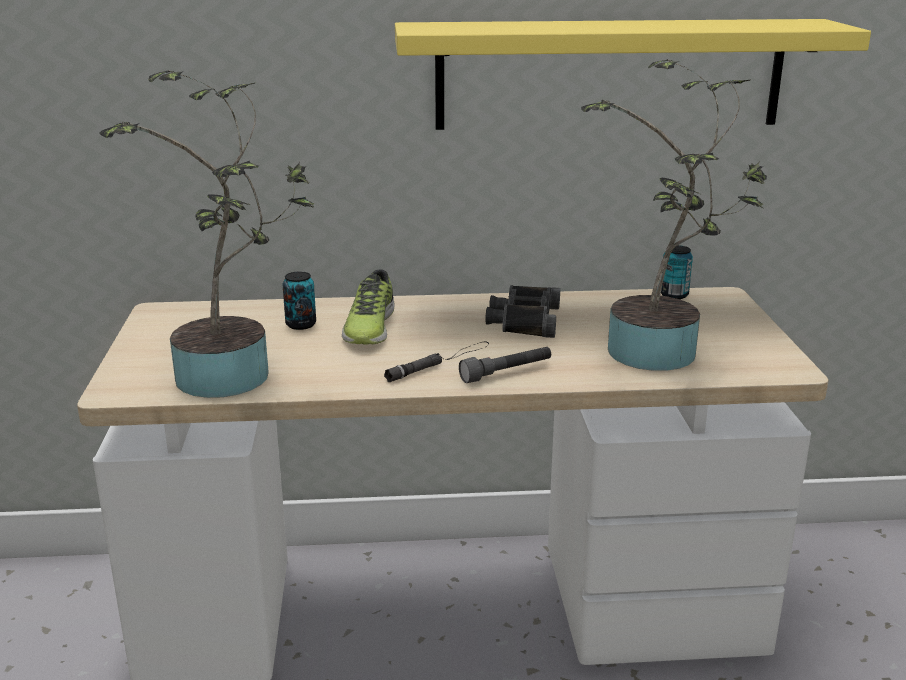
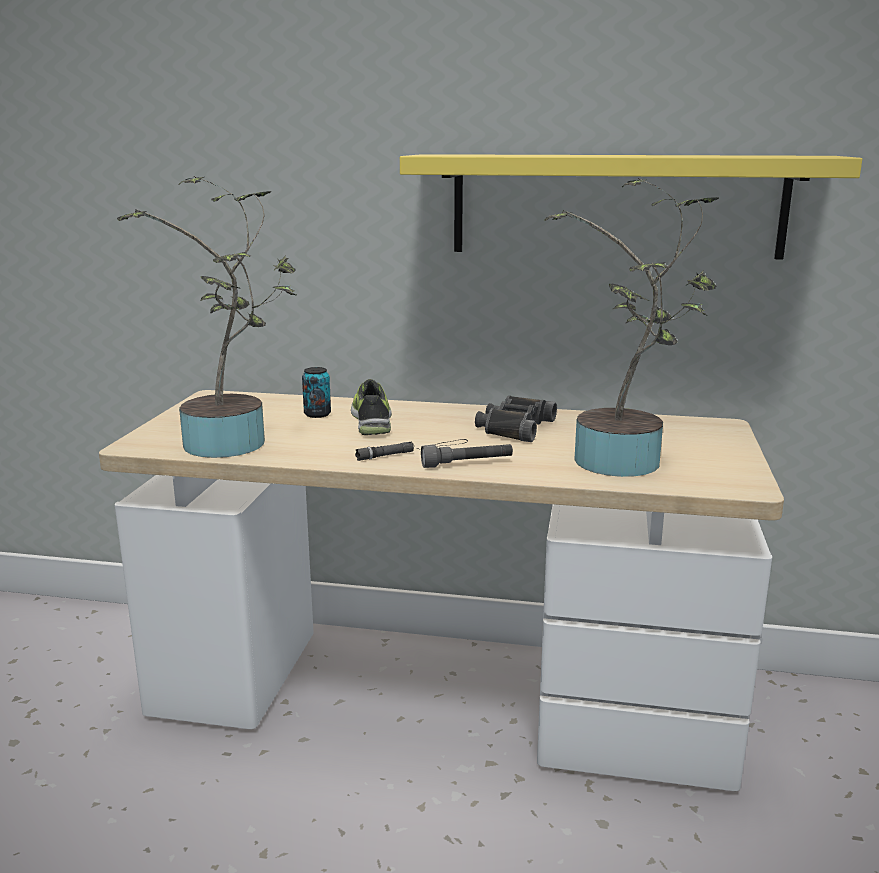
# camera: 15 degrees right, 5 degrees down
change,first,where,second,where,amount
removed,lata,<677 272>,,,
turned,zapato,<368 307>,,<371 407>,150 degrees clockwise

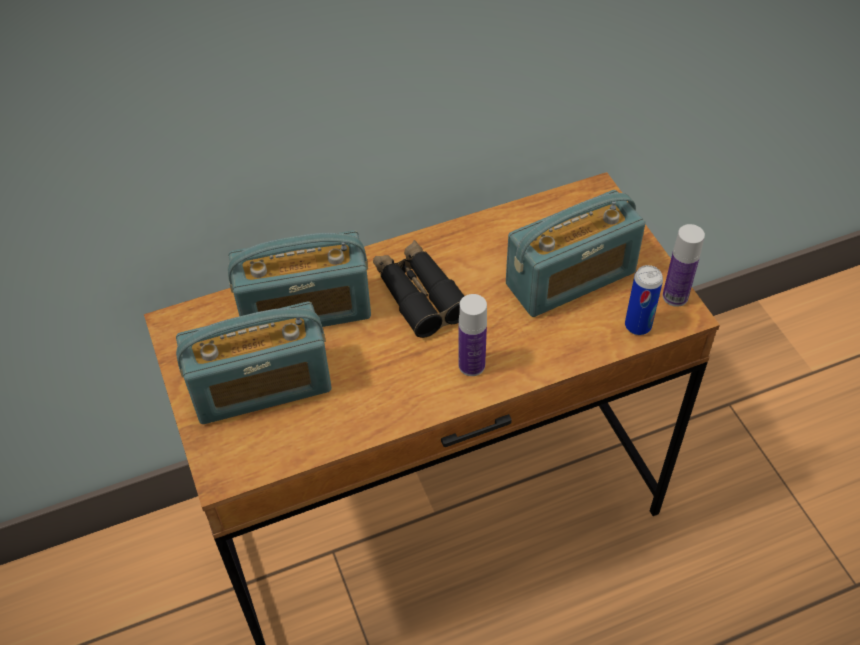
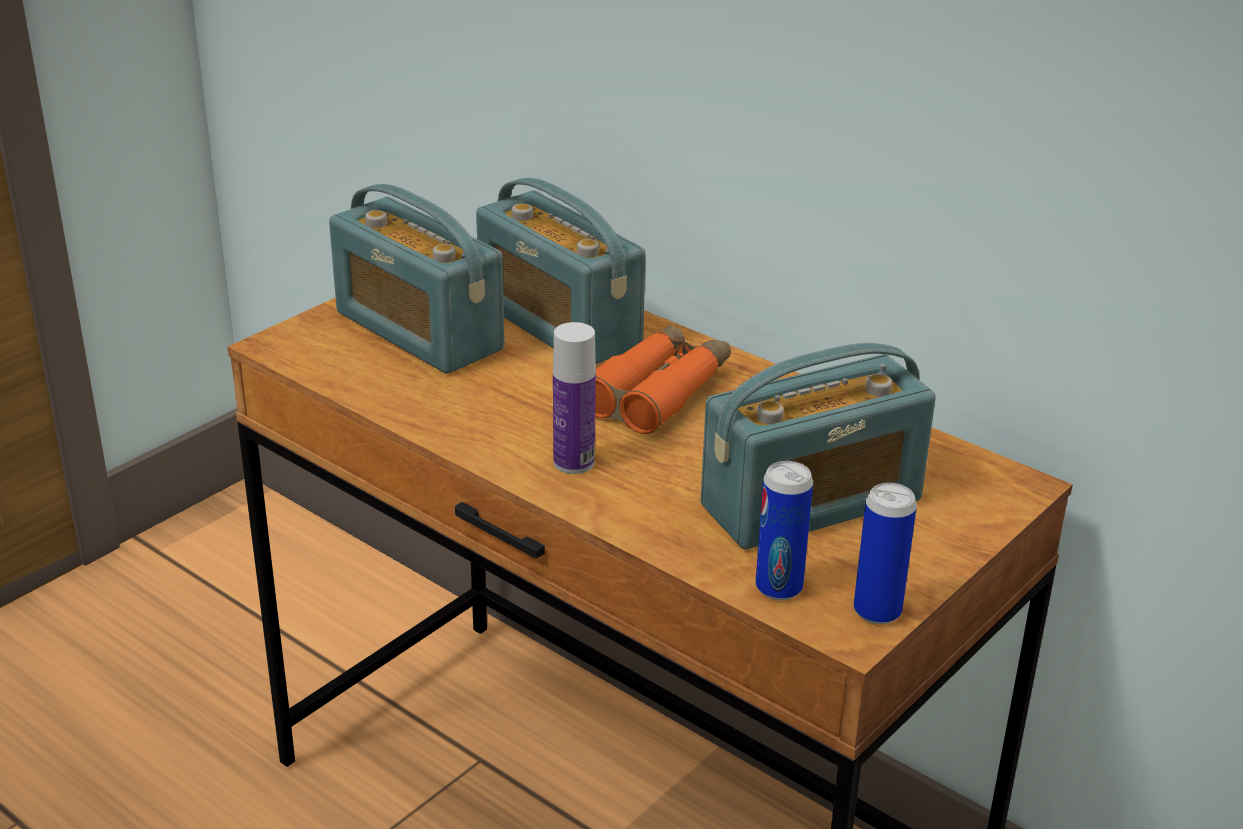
# camera: 60 degrees right, 20 degrees down
change,first,where,second,where,amount
turned,radio,<575 253>,,<818 446>,60 degrees counterclockwise
replaced,botella,<684 265>,lata,<885 553>,
recoloured,prismáticos (negro),<418 289>,prismáticos (naranja),<663 379>,

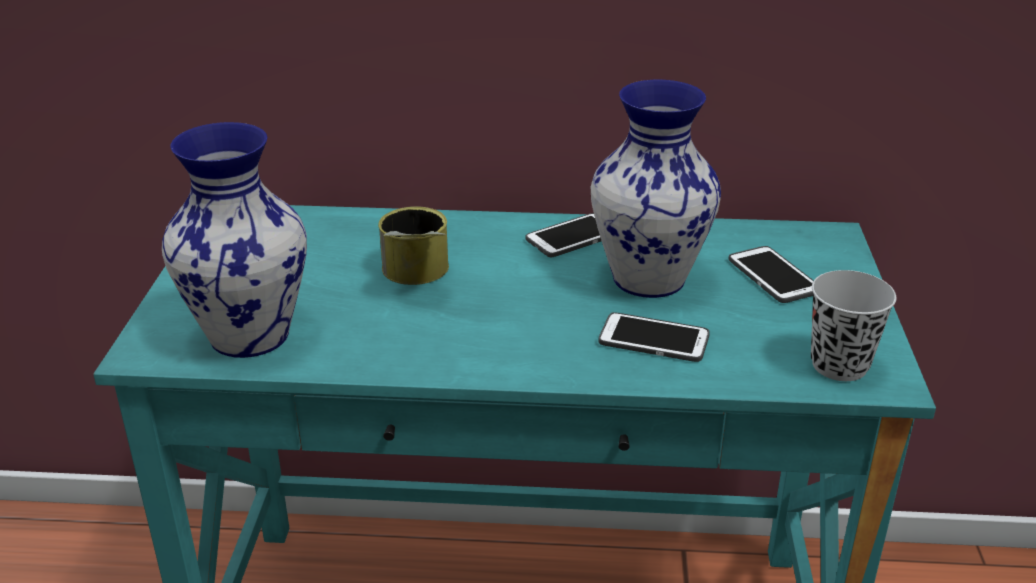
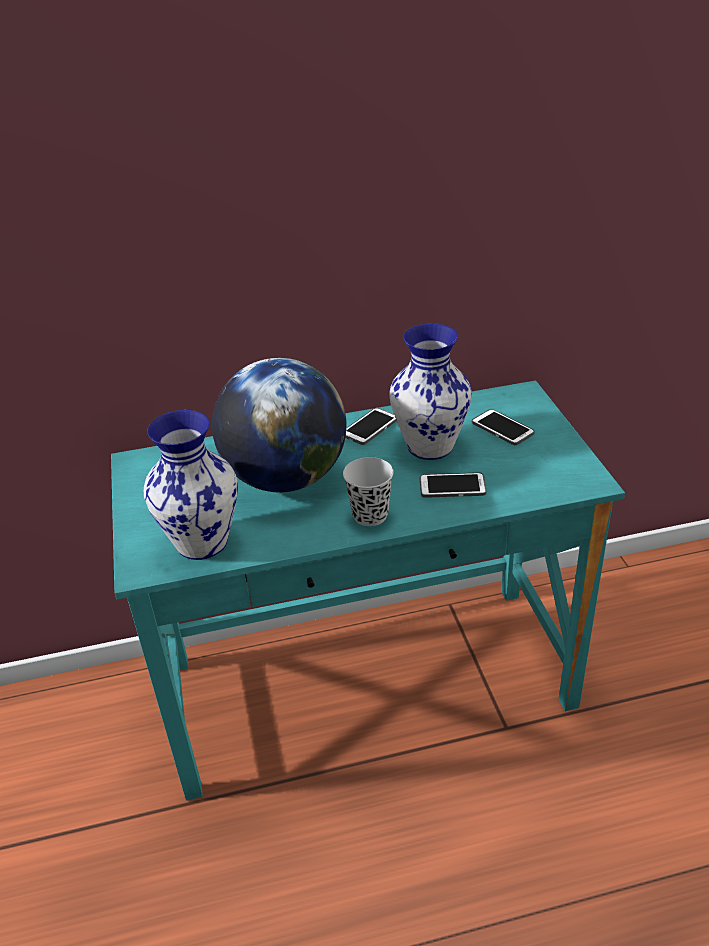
# camera: 15 degrees left, 5 degrees up
change,first,where,second,where,amount
replaced,lata,<413 245>,globo terráqueo,<279 425>,
moved,taza (negro),<853 325>,,<368 491>,

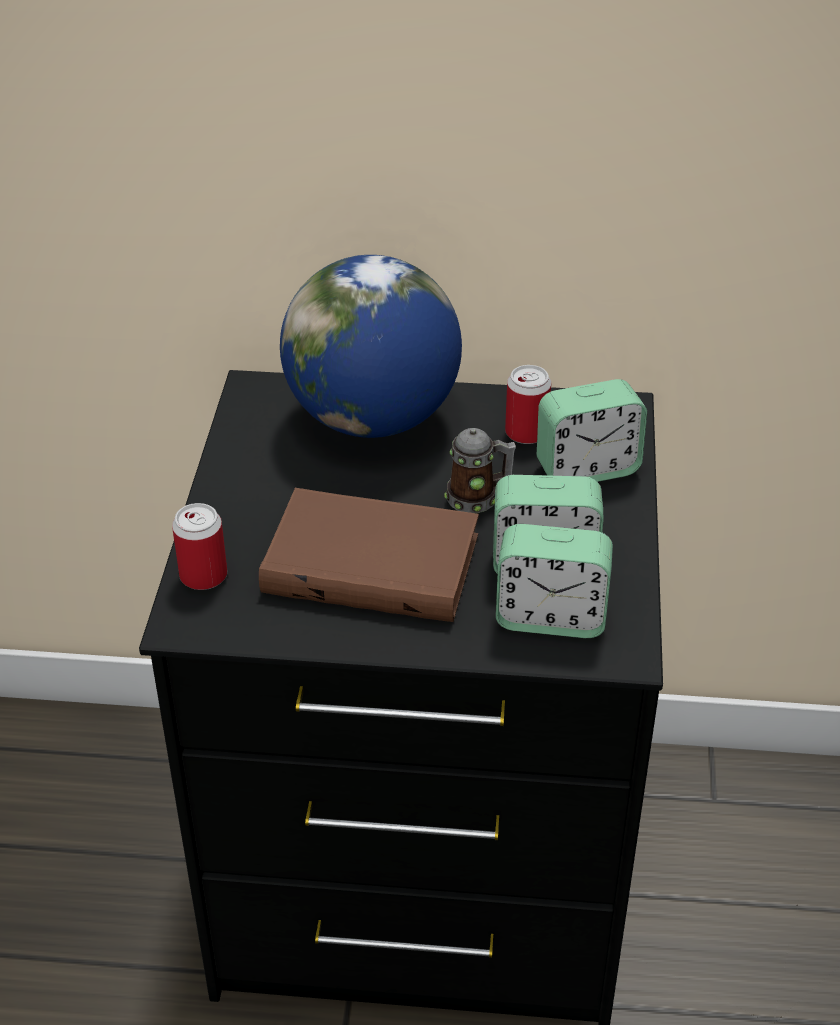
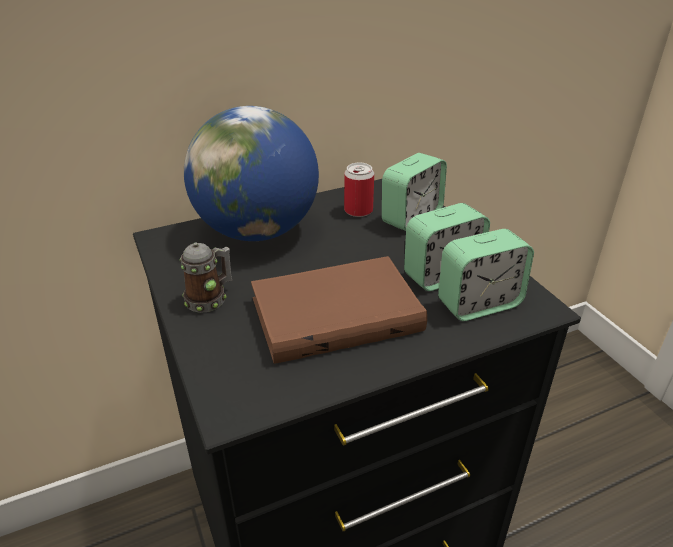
# camera: 30 degrees left, 5 degrees down
change,first,where,second,where,amount
moved,taza grande,<480 470>,,<205 277>,
removed,lata,<199 546>,,,

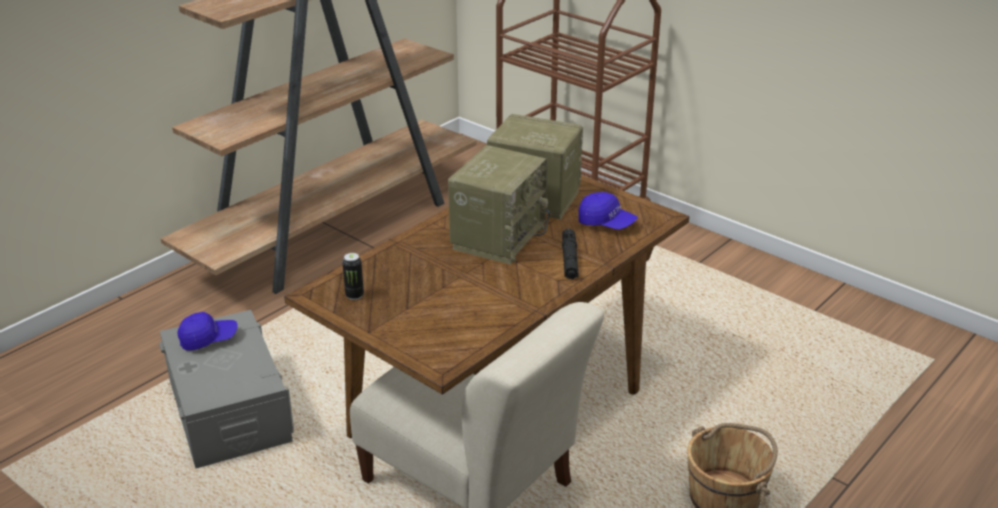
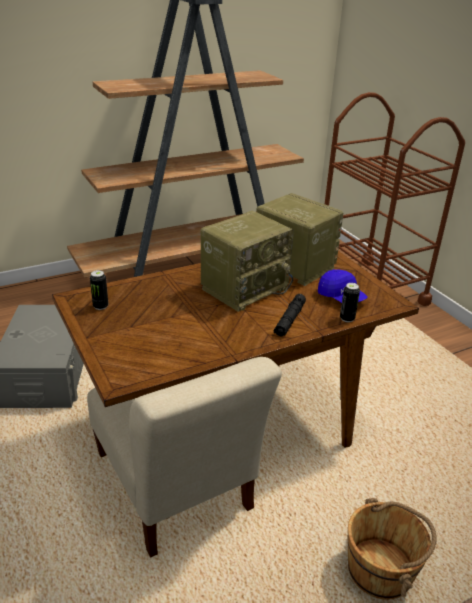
# camera: 20 degrees right, 0 degrees up
change,first,where,second,where,amount
removed,gorra (azul),<207 331>,,,
added,,,lata,<350 302>,

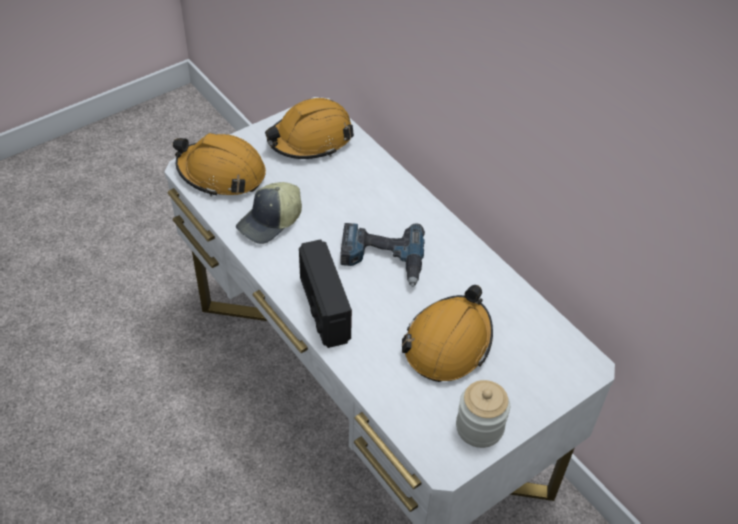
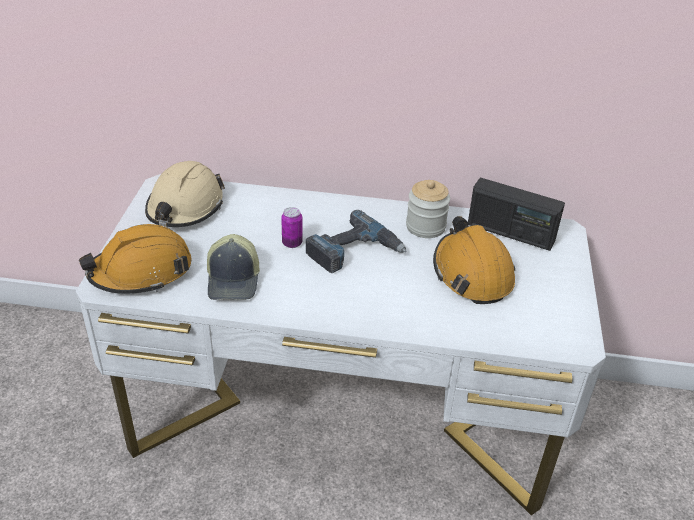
# camera: 45 degrees left, 10 degrees down
change,first,where,second,where,amount
recoloured,casco (naranja),<309 128>,casco (beis),<185 194>,
moved,radio,<325 293>,,<516 214>,
moved,tarro,<483 414>,,<428 209>,
added,,,lata,<292 227>,

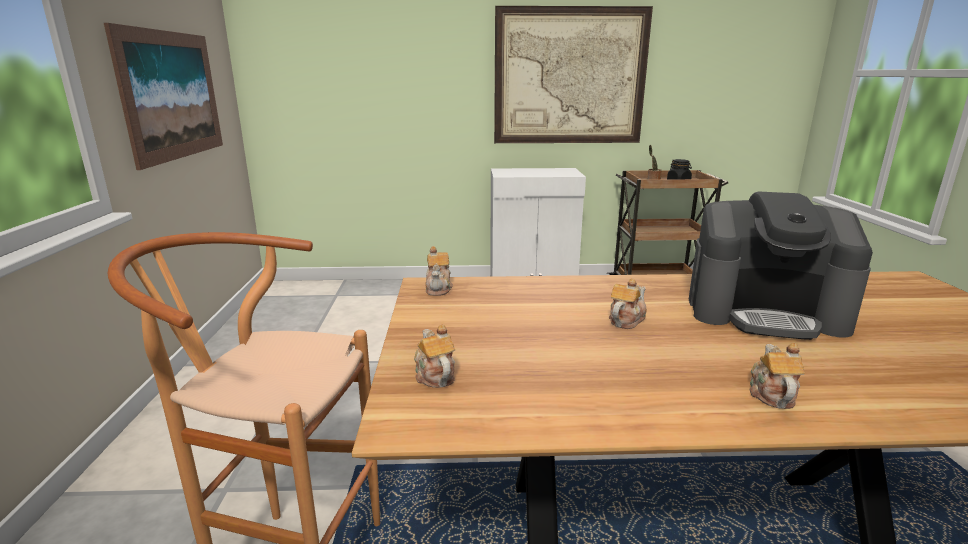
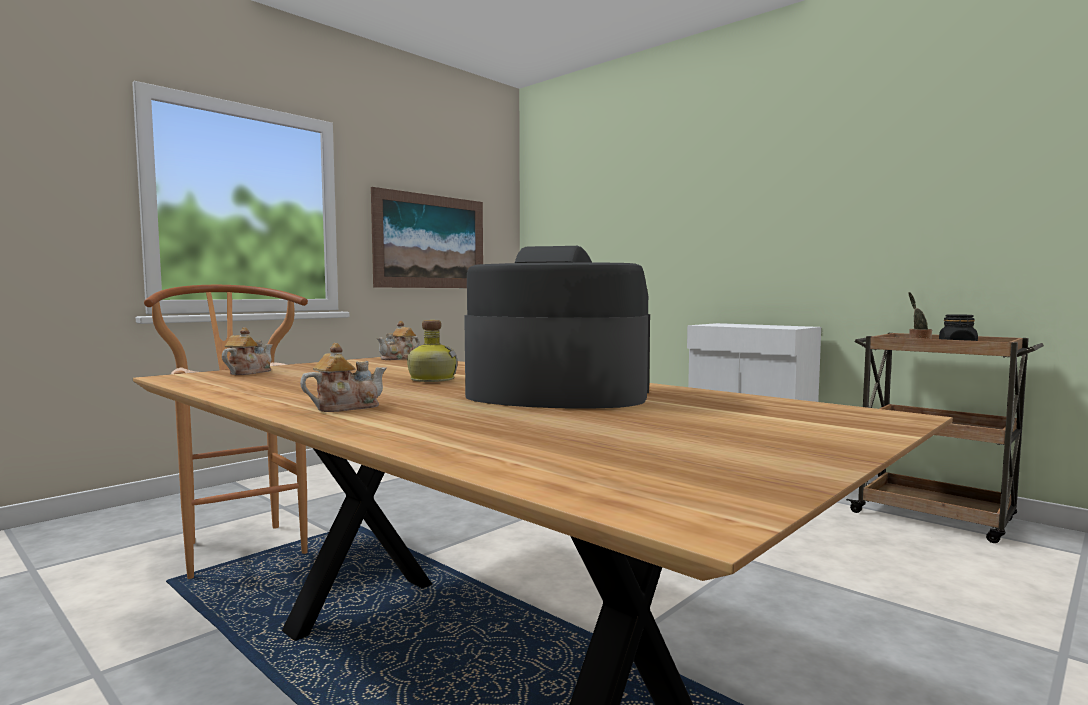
# camera: 45 degrees right, 15 degrees down
change,first,where,second,where,amount
removed,cuadro,<573 74>,,,
turned,cafetera,<781 265>,,<557 327>,135 degrees clockwise
replaced,tetera,<628 304>,botella,<432 351>,

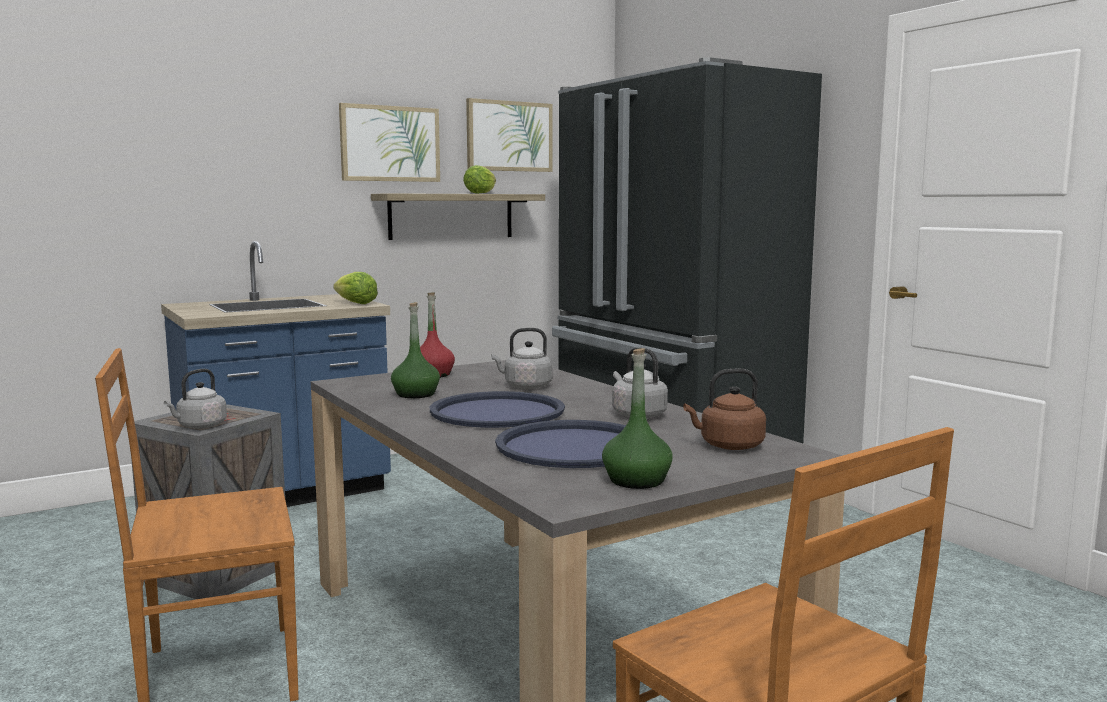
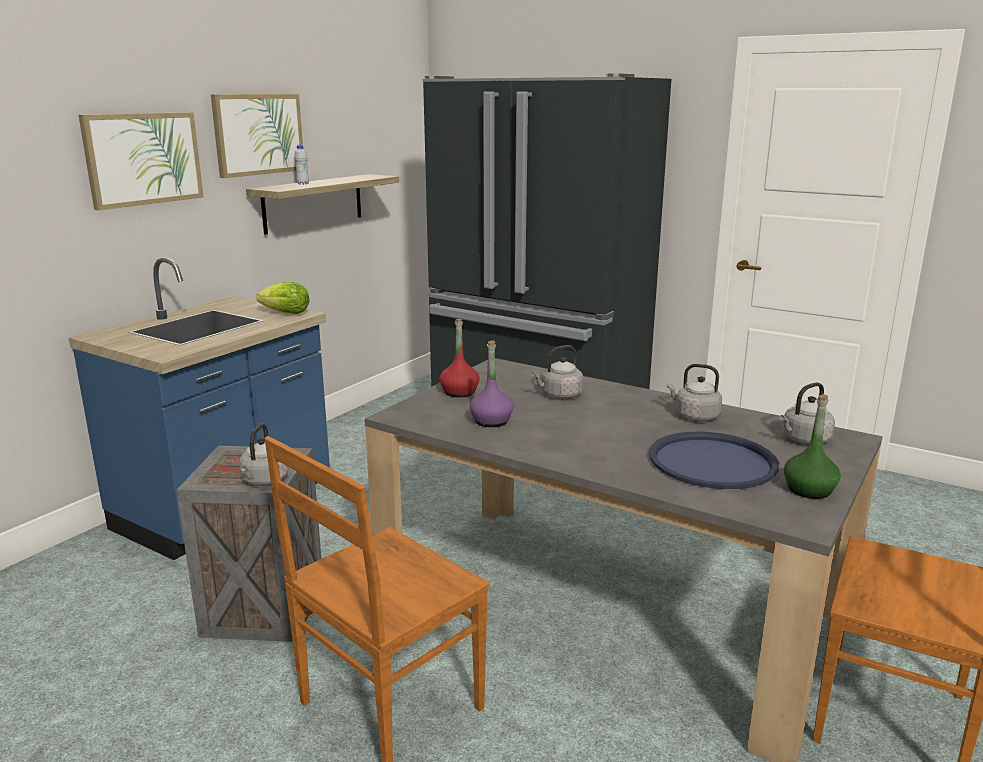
# camera: 25 degrees left, 10 degrees up
change,first,where,second,where,amount
moved,cuadro,<509 135>,,<141 161>,
removed,lechuga,<479 179>,,,
recoloured,botella (verde),<415 350>,botella (morado),<491 383>,
recoloured,hervidor (marrón),<724 409>,hervidor (gris),<807 413>,
removed,bandeja (azul),<497 409>,,,
added,,,botella (blanco),<301 165>,

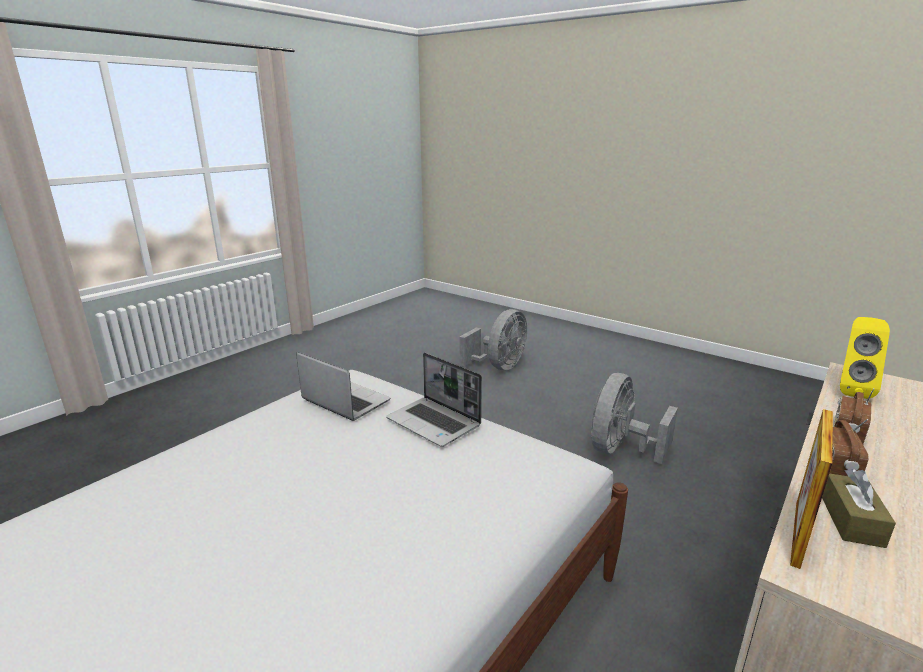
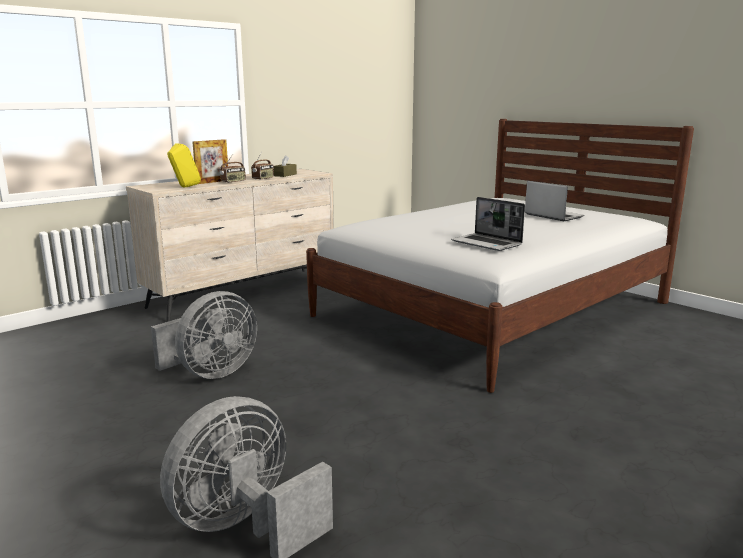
# camera: 170 degrees left, 5 degrees down
change,first,where,second,where,amount
moved,portátil,<434 399>,,<554 201>,
moved,portarretratos,<811 489>,,<210 161>,

